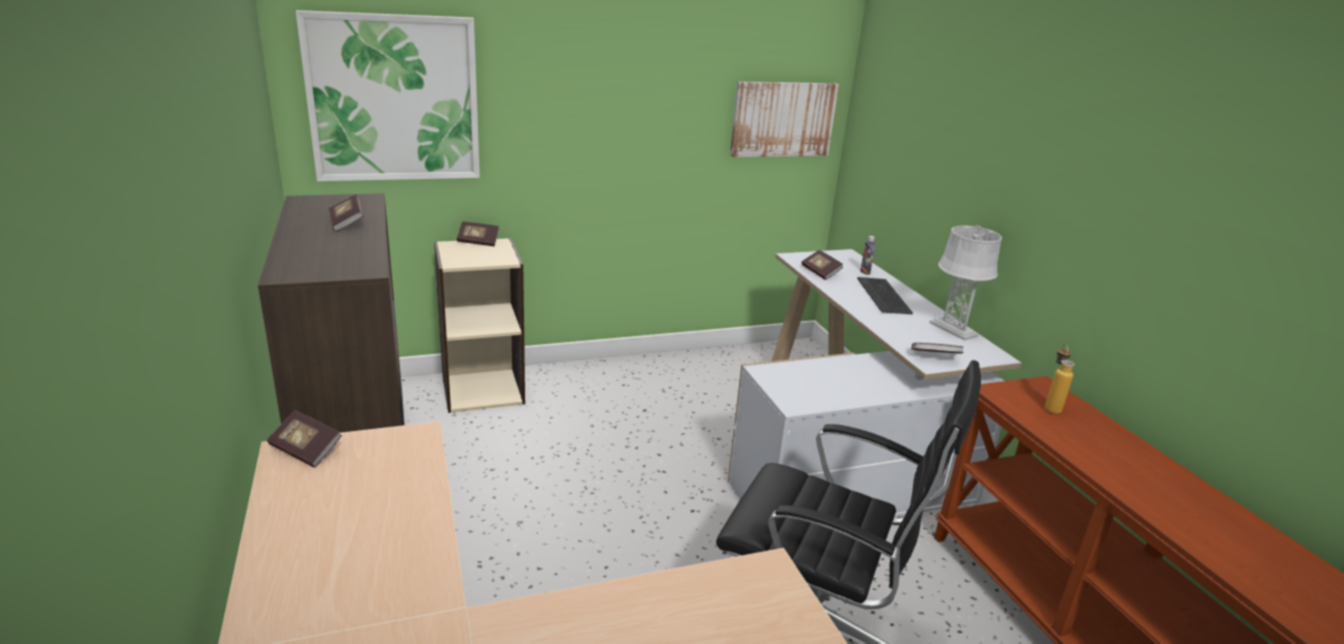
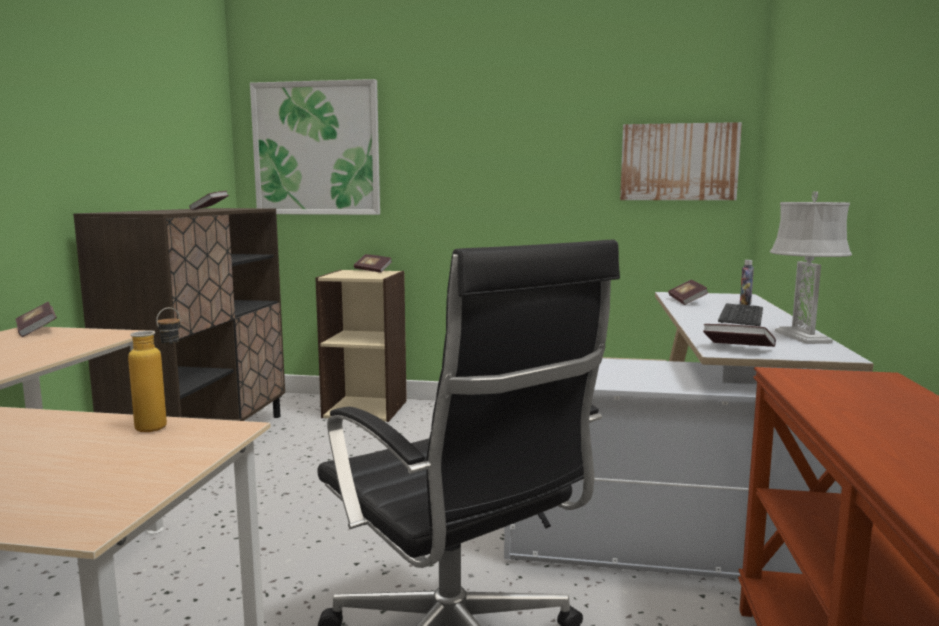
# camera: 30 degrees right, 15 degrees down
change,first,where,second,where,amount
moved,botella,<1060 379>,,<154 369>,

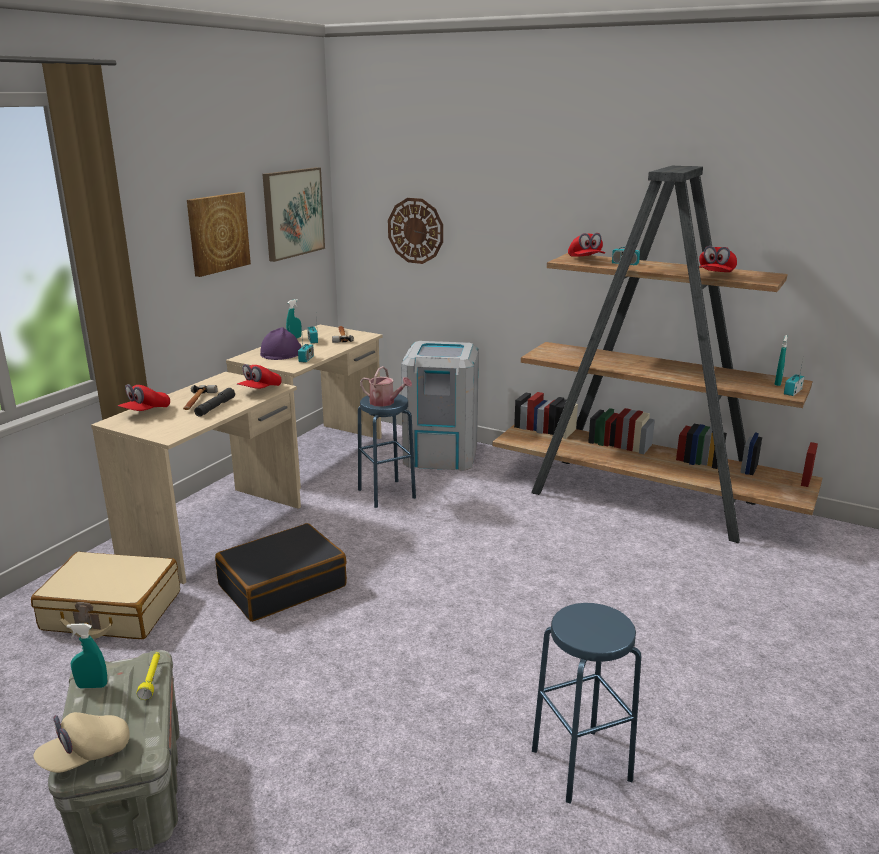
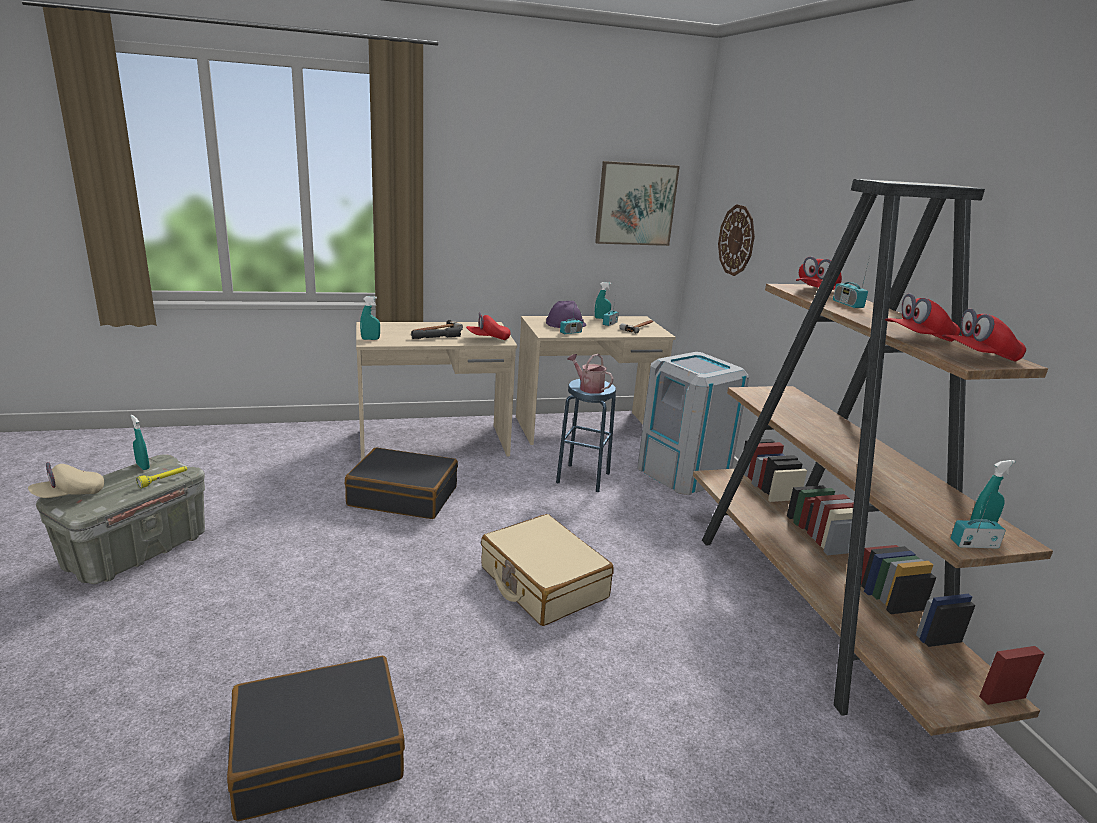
# camera: 45 degrees right, 0 degrees up
change,first,where,second,where,amount
removed,cuadro,<219 234>,,,
turned,regadera,<386 386>,,<590 374>,150 degrees clockwise
moved,gorra (rojo),<144 397>,,<984 335>,
moved,maleta (beis),<105 595>,,<547 570>,
replaced,taburete (azul),<586 703>,maleta (negro),<316 738>,
turned,gorra (beis),<81 742>,,<66 480>,45 degrees counterclockwise
added,,,pulverizador (turquesa),<370 318>,

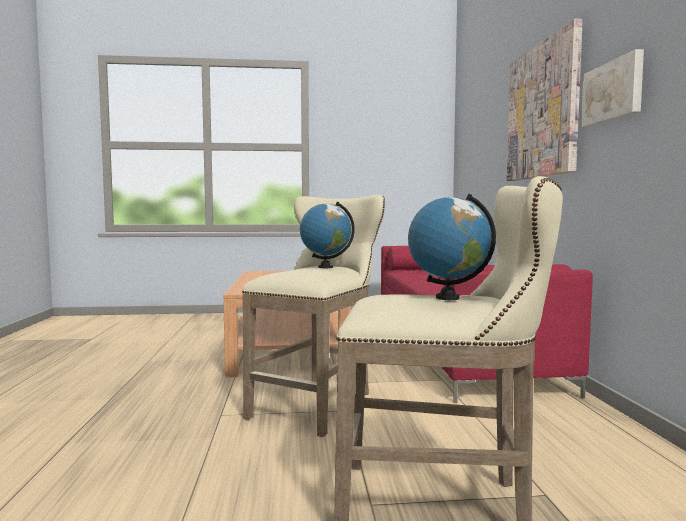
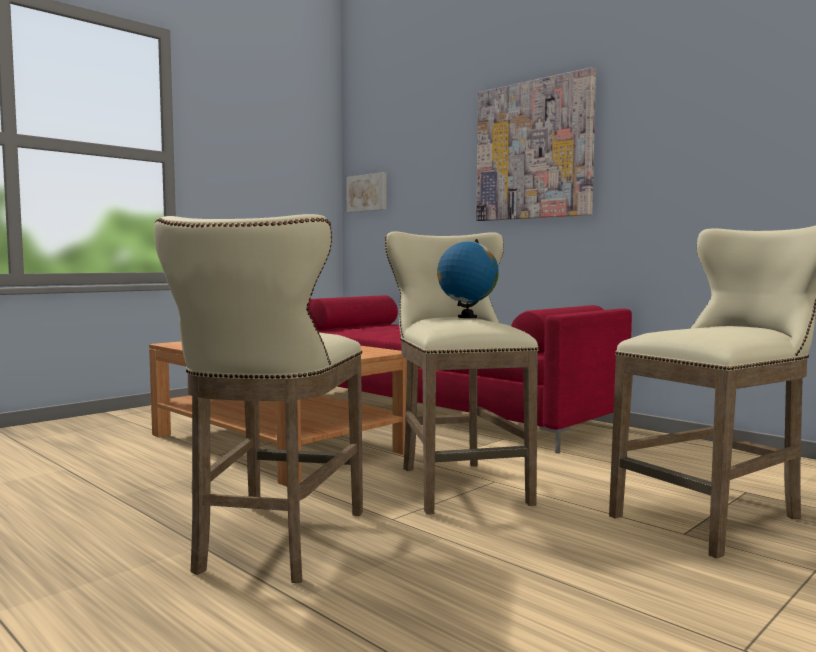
# camera: 40 degrees left, 0 degrees up
change,first,where,second,where,amount
moved,cuadro,<612 88>,,<366 192>,
removed,globo terráqueo,<452 247>,,,
added,,,taburete (beis),<258 398>,

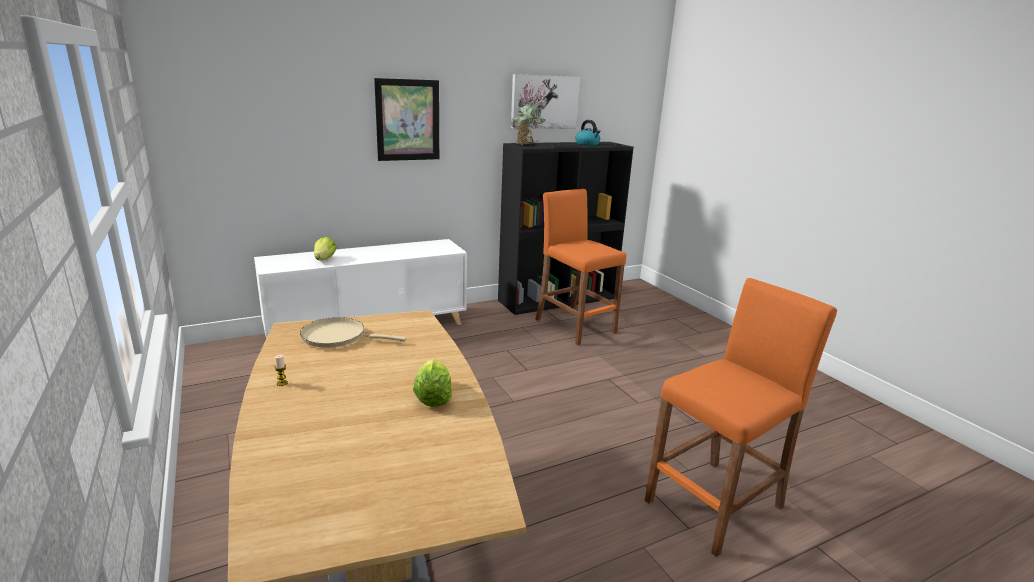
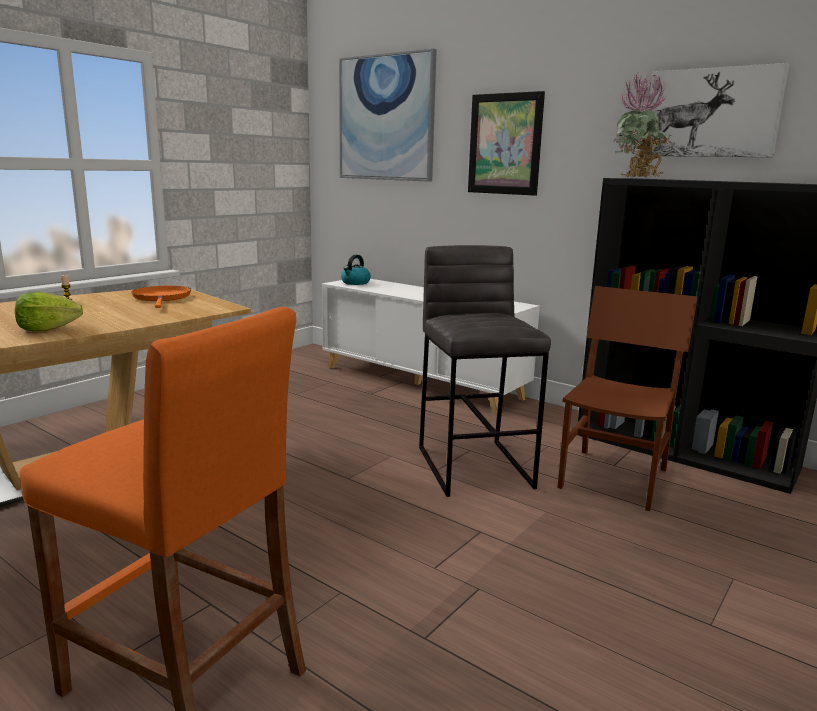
# camera: 65 degrees right, 5 degrees down
change,first,where,second,where,amount
moved,hervidor,<587 133>,,<356 270>,
replaced,taburete (naranja),<581 267>,silla (marrón),<628 398>,
removed,lechuga,<325 248>,,,
recoloured,sartén (beis),<353 332>,sartén (naranja),<161 297>,
added,,,cuadro,<388 115>,
added,,,taburete (gris),<485 371>,

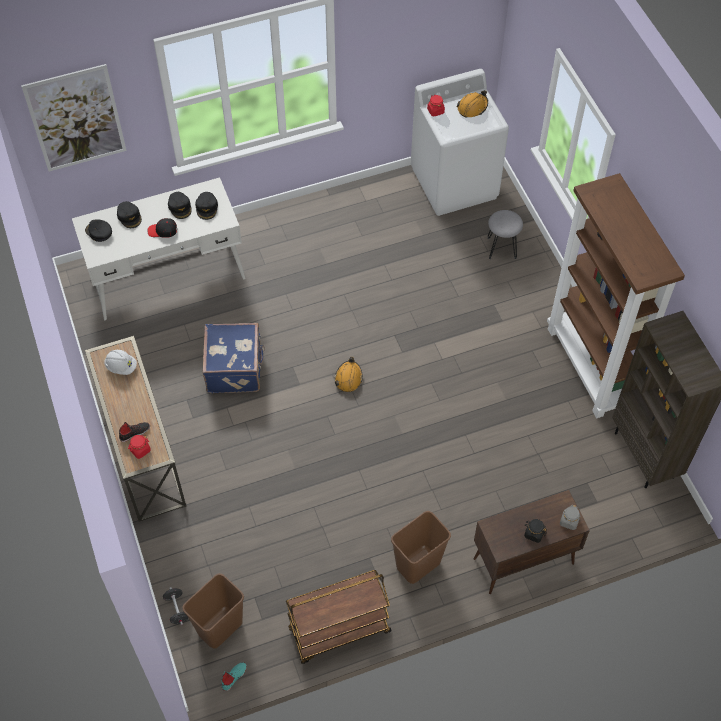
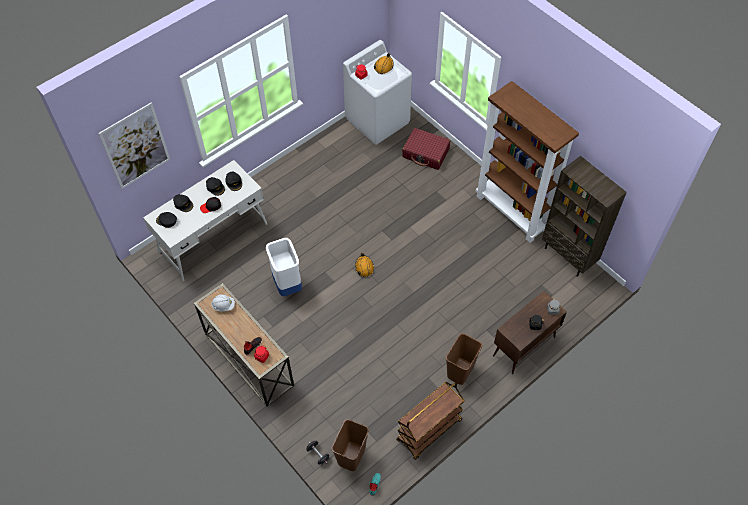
# camera: 20 degrees left, 0 degrees up
change,first,where,second,where,amount
replaced,taburete (gris),<505 234>,maleta (rojo),<426 149>,
replaced,maleta (azul),<234 358>,papelera (blanco),<284 267>,

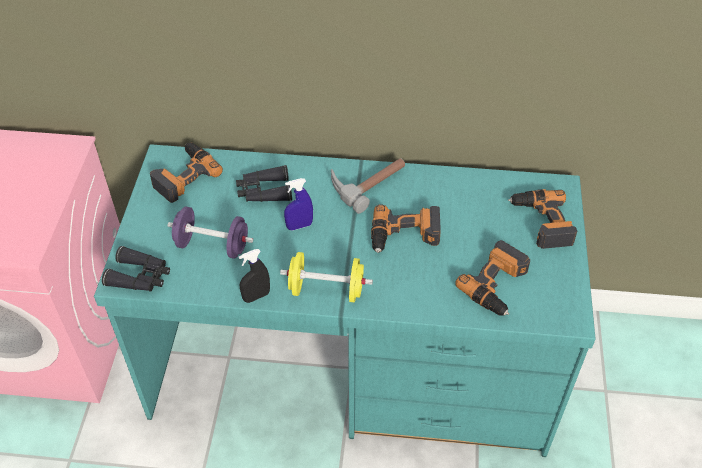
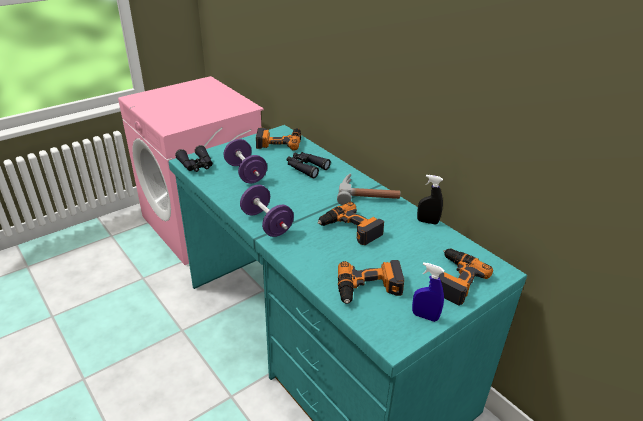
# camera: 45 degrees right, 15 degrees down
change,first,where,second,where,amount
moved,pulverizador (azul),<298 204>,,<428 292>,
moved,pulverizador (negro),<254 276>,,<430 200>,
recoloured,mancuerna (amarillo),<326 277>,mancuerna (morado),<267 211>,

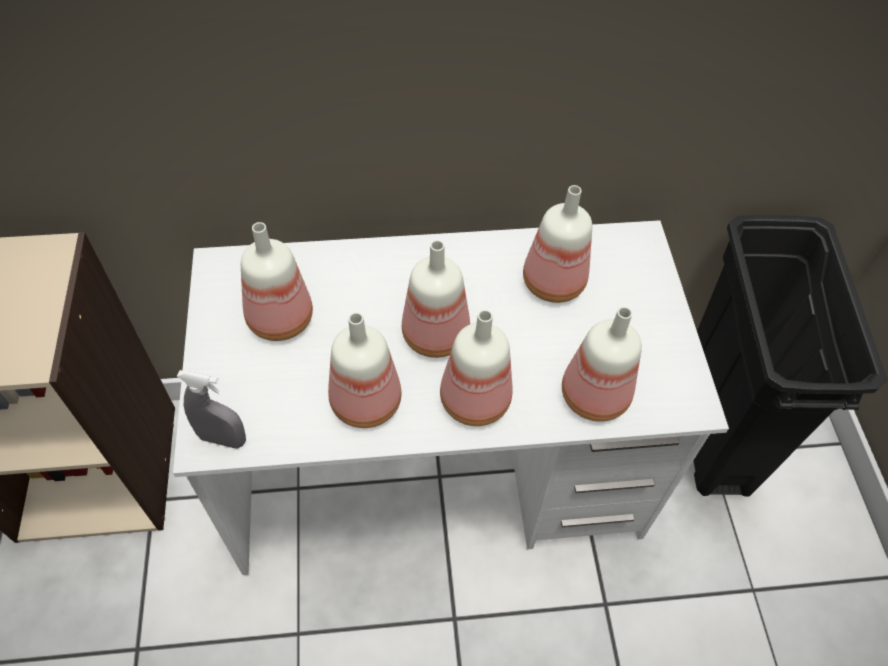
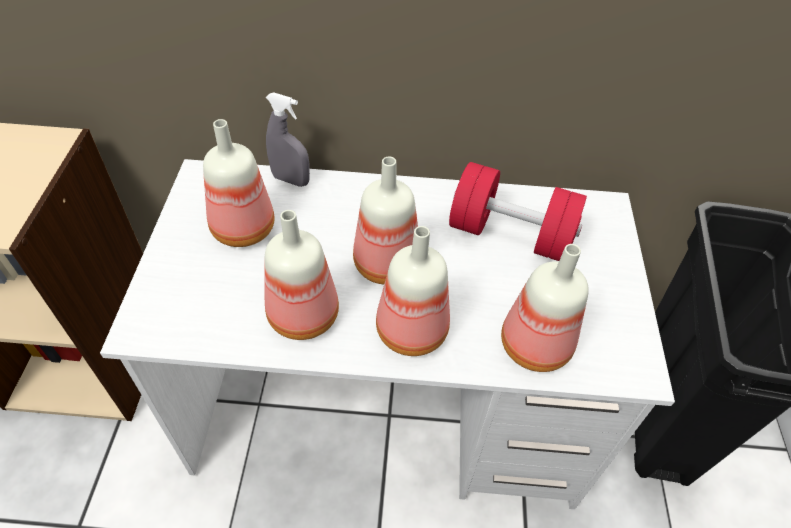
# camera: 10 degrees right, 5 degrees down
change,first,where,second,where,amount
replaced,botella,<557 244>,mancuerna (rojo),<518 211>,
moved,pulverizador (gris),<211 409>,,<288 139>,

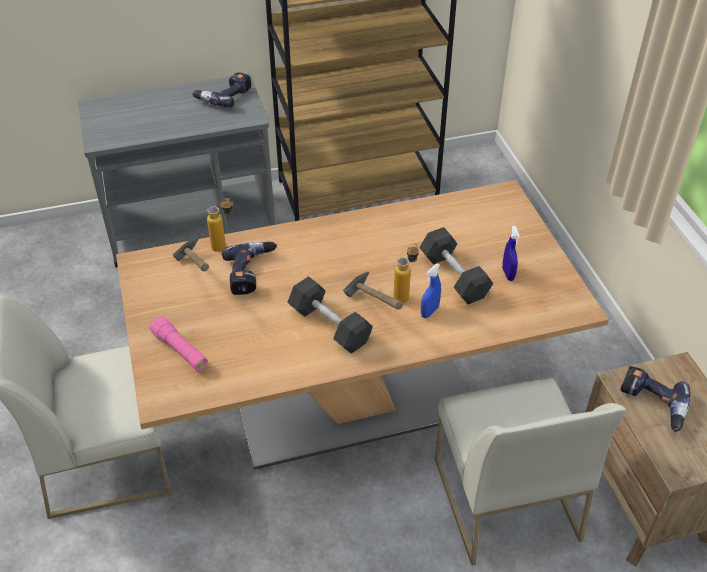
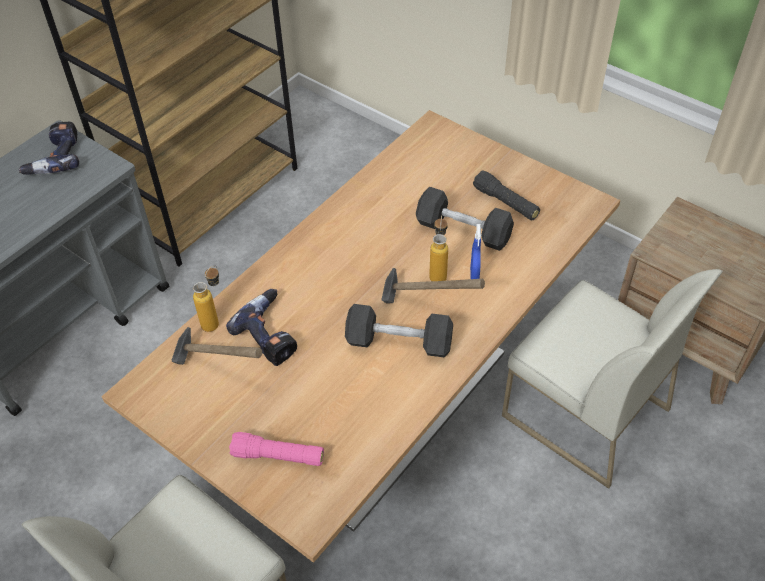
# camera: 35 degrees left, 5 degrees up
change,first,where,second,where,amount
replaced,pulverizador (azul),<511 253>,linterna (negro),<506 195>,
removed,taladro,<655 399>,,,

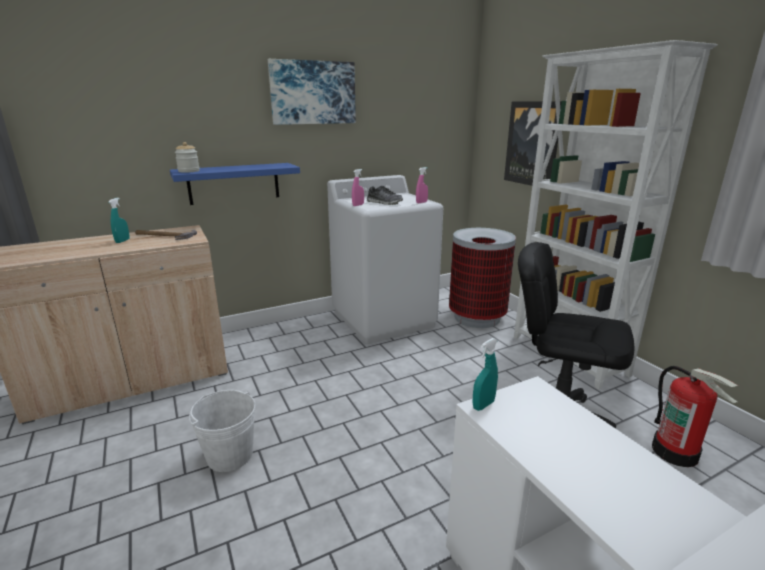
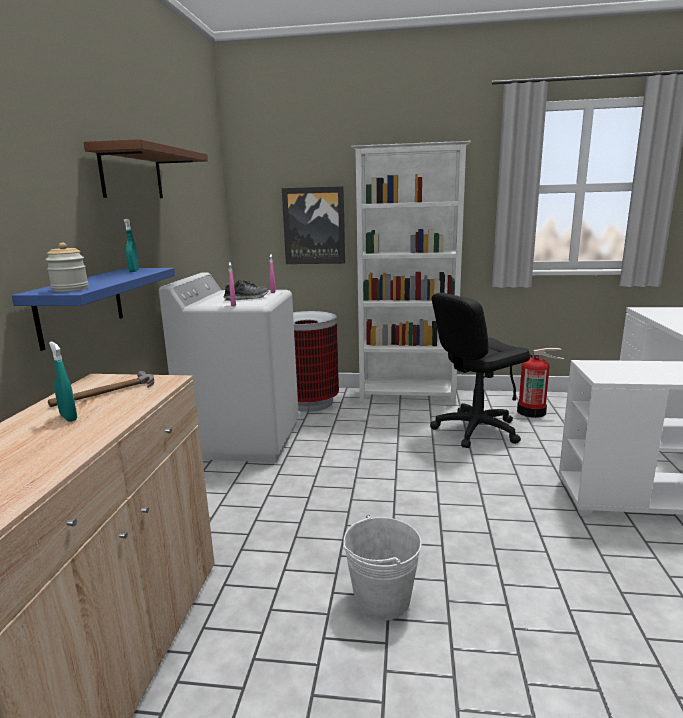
# camera: 55 degrees left, 5 degrees down
change,first,where,second,where,amount
replaced,cuadro,<312 92>,estante (marrón),<146 168>,
moved,pulverizador (turquesa),<485 374>,,<131 245>,

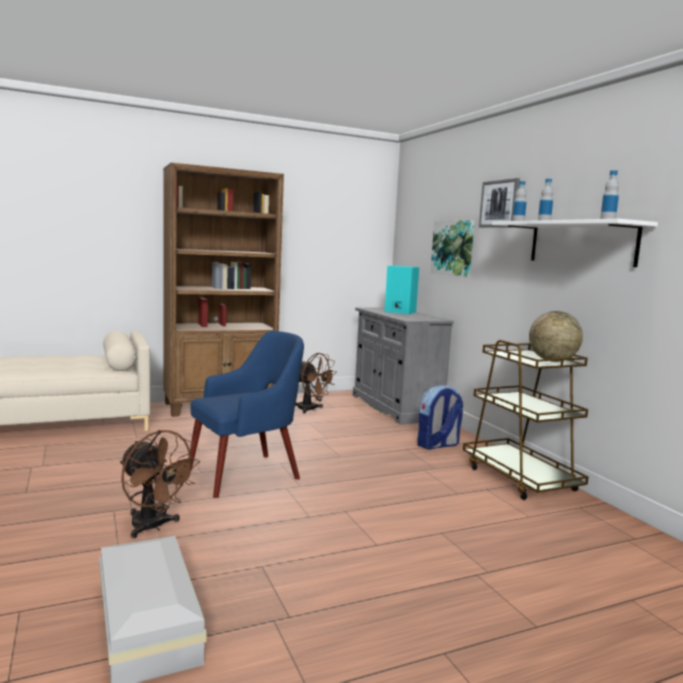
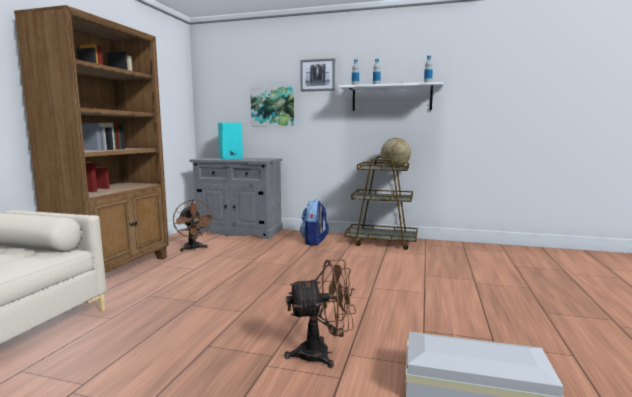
# camera: 50 degrees left, 0 degrees up
change,first,where,second,where,amount
removed,sillón (azul),<247 414>,,,
turned,ventilador (marrón),<315 383>,,<193 226>,75 degrees clockwise

